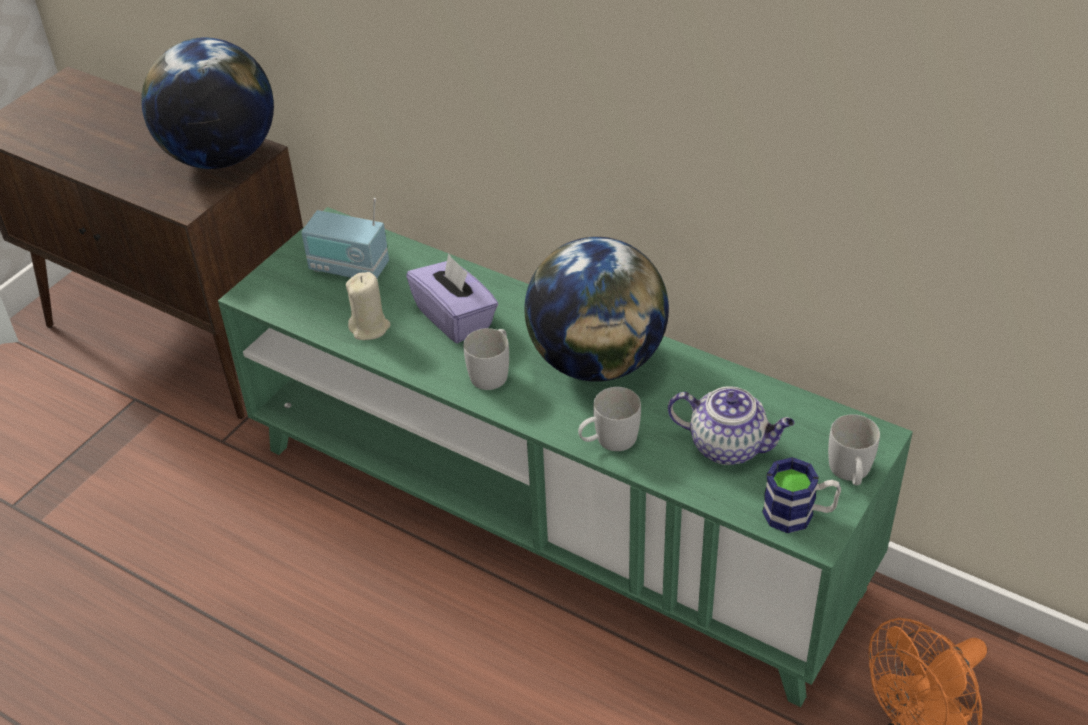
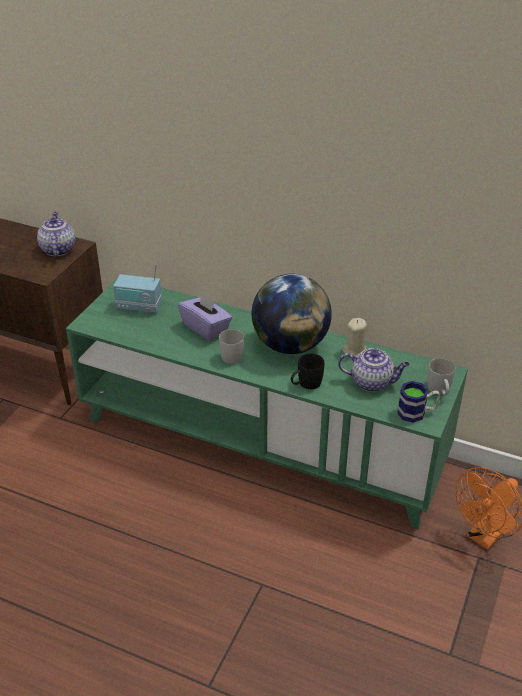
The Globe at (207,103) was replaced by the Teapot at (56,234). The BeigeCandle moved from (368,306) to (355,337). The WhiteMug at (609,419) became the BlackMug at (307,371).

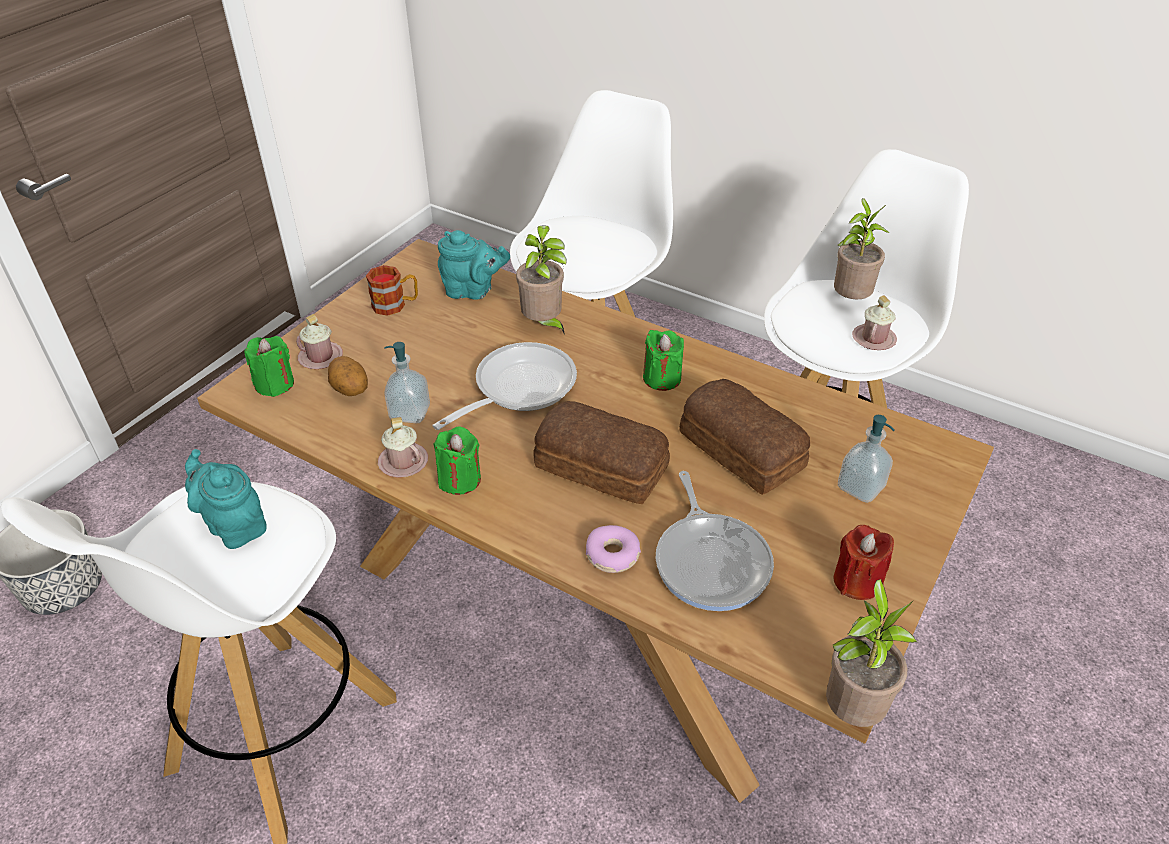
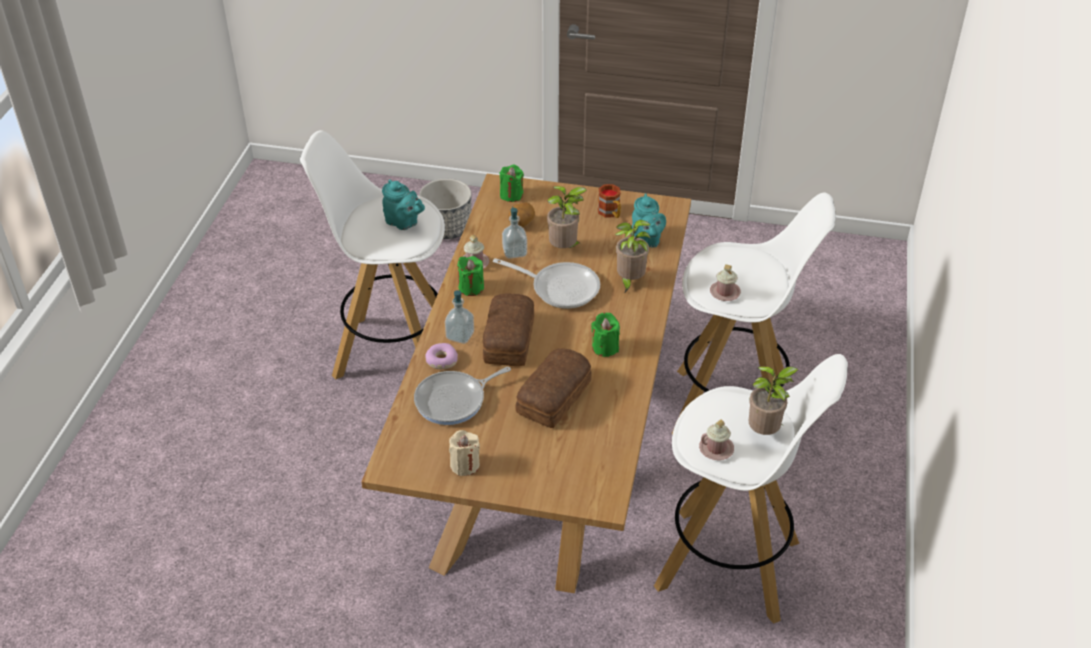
The PinkMug moved from (319,341) to (725,282). The SoapDispenser moved from (866,459) to (459,317). The TurquoiseTeapot at (226,499) turned 105 degrees clockwise. The RedCandle at (864,562) became the BeigeCandle at (464,453). The PottedPlant moved from (871,653) to (567,217).

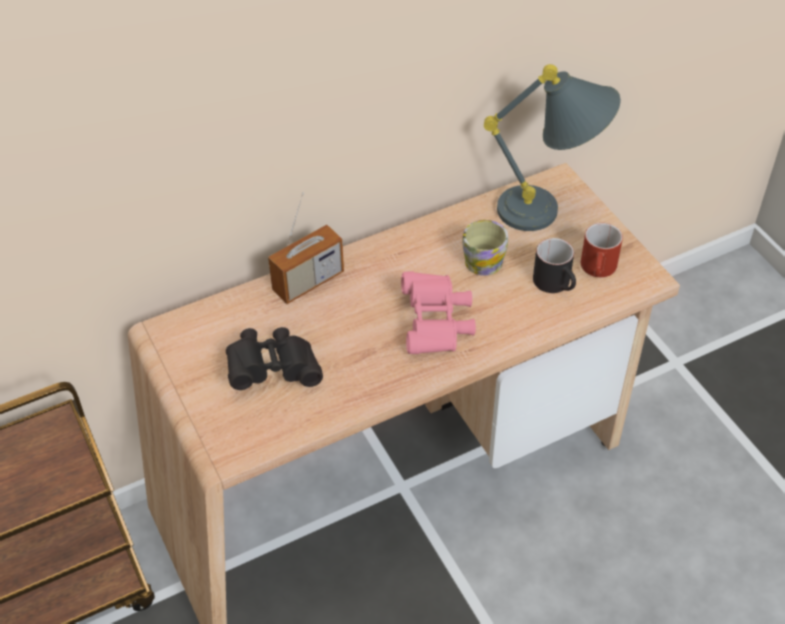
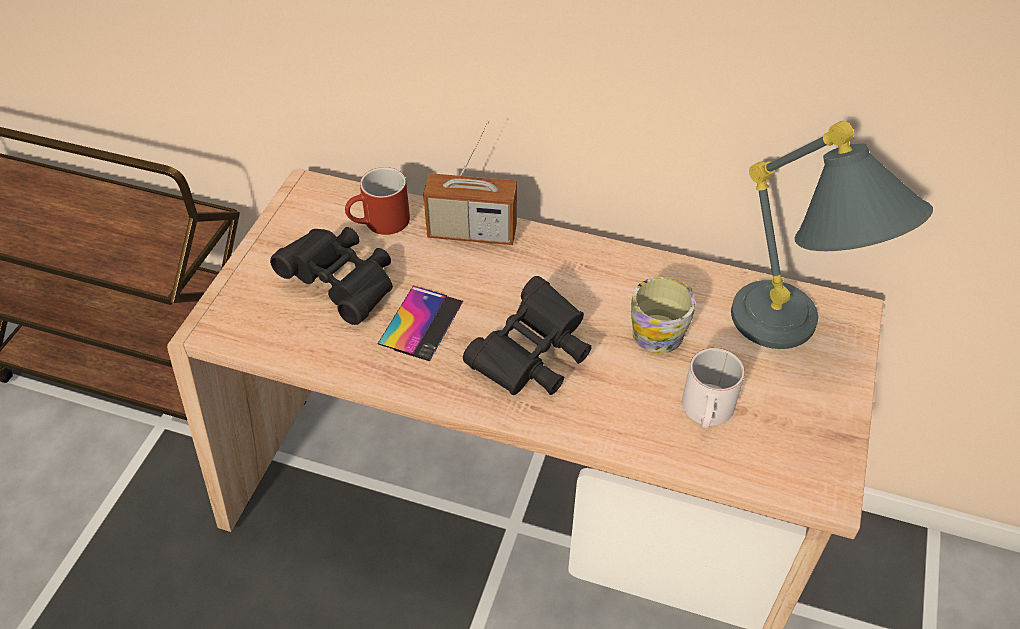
The RedMug moved from (602,250) to (377,201). The BlackMug at (554,265) became the WhiteMug at (713,388). The PinkBinoculars at (438,312) became the BlackBinoculars at (527,335). The Phone at (420,323) appeared.

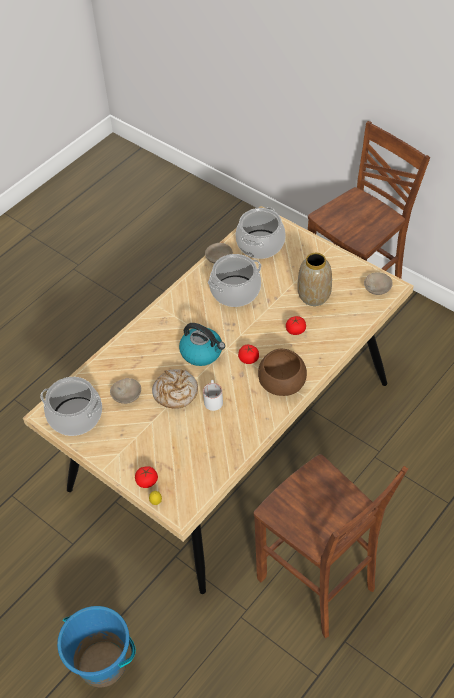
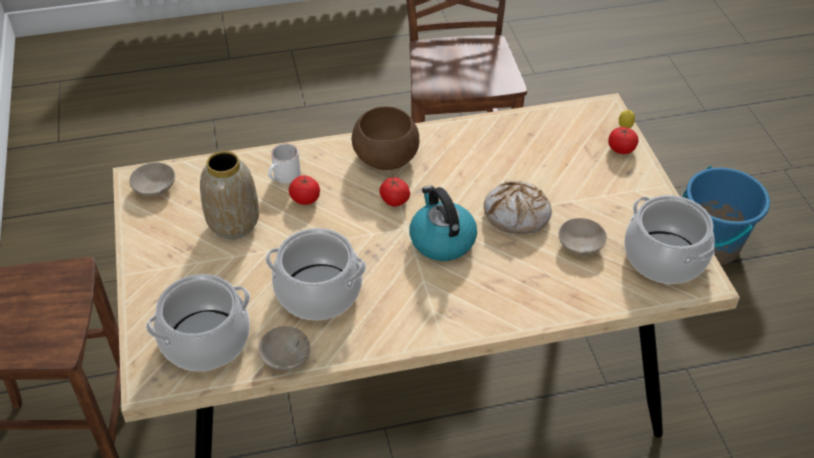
The WhiteMug moved from (213,395) to (284,164).

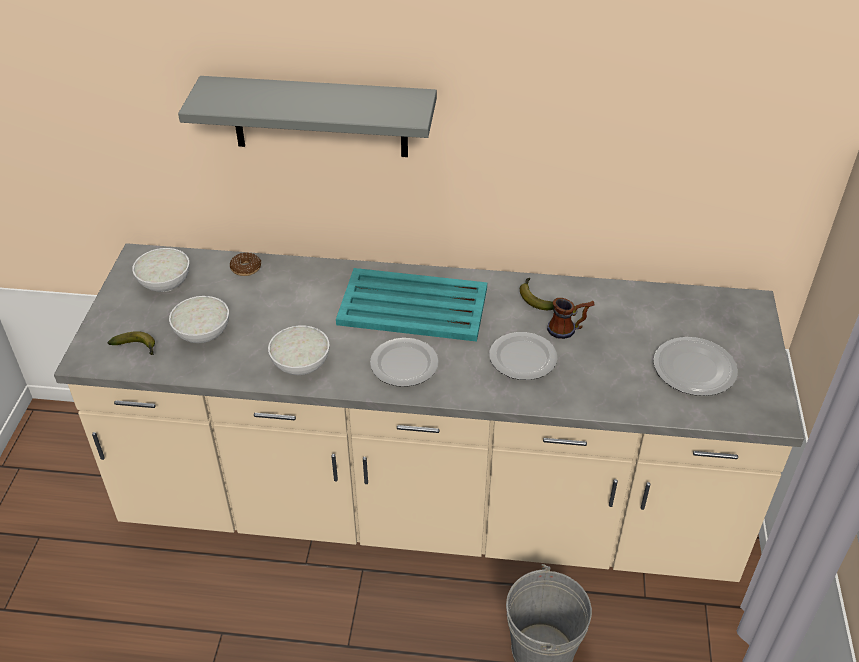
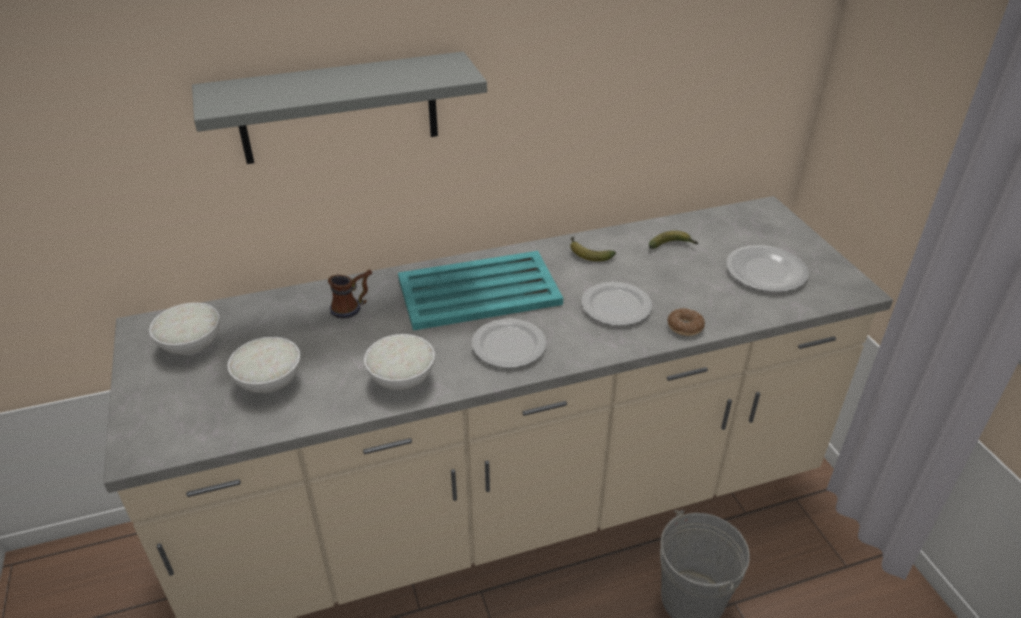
The Donut moved from (245,264) to (686,322). The Mug moved from (571,318) to (350,294). The Banana moved from (131,343) to (673,240).

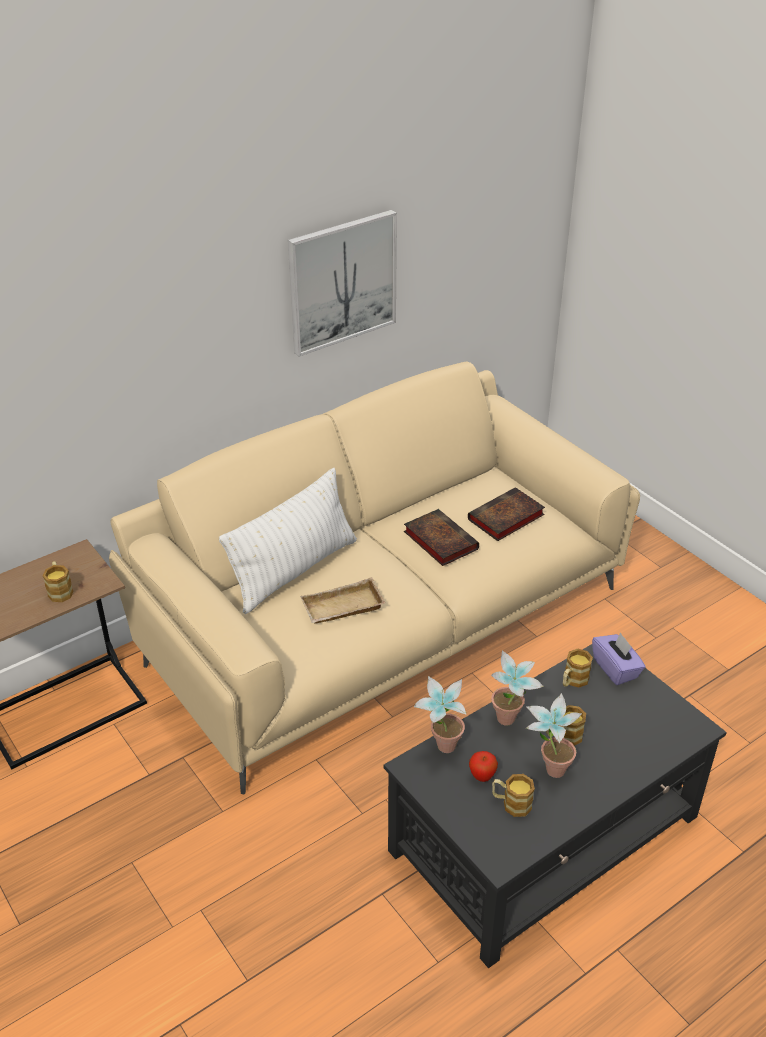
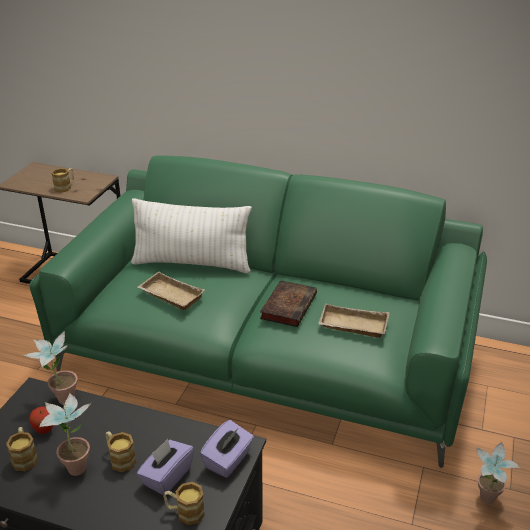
The Picture at (342,283) disappeared. The BeigeSofa at (374,577) became the GreenSofa at (258,312). The Book at (506,514) was replaced by the BeigeTray at (353,320). The Mug moved from (578,668) to (184,503). The PottedPlant moved from (517,688) to (498,472). The PurpleTissueBox at (165,467) appeared.

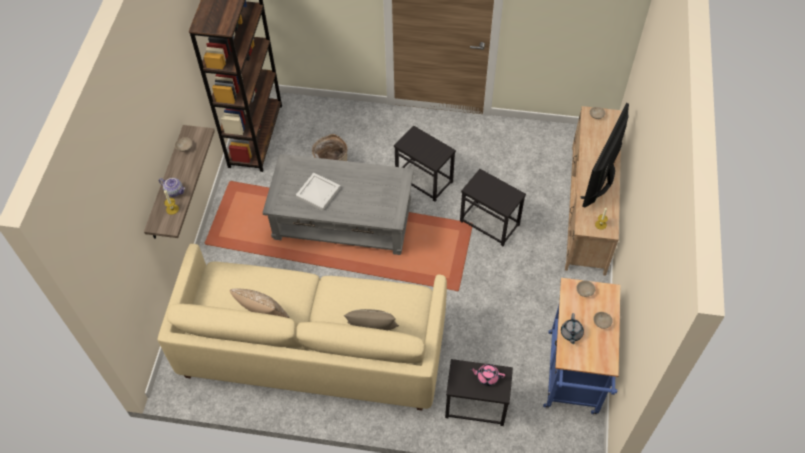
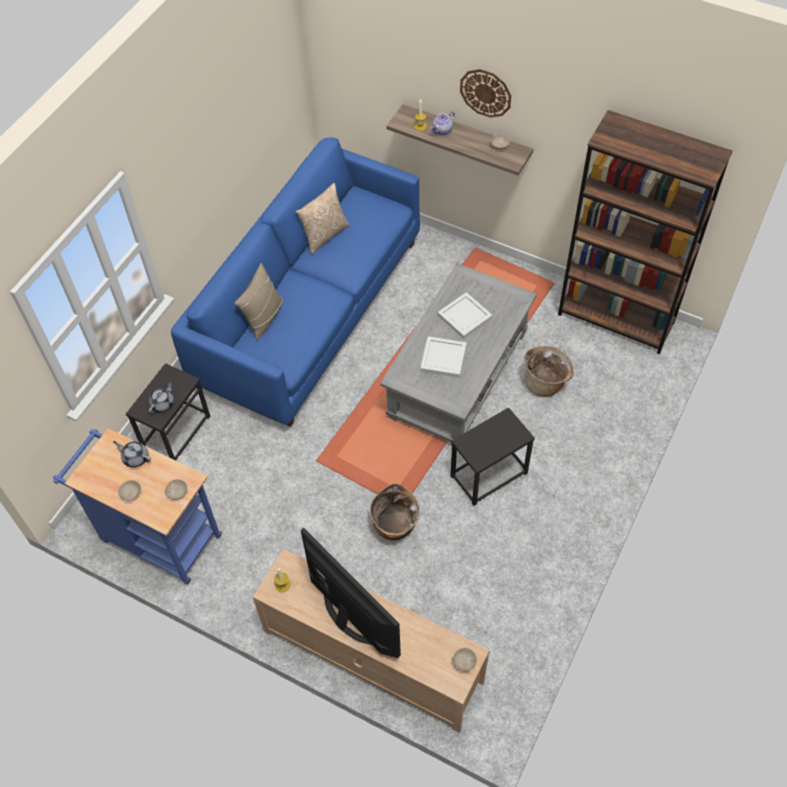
The BlackSideTable at (493,207) was replaced by the Basket at (395,512). The BeigeSofa at (302,327) became the BlueSofa at (295,282). The PinkTeapot at (487,375) became the GreyTeapot at (161,396). The WallClock at (485,93) appeared. The WhiteTray at (443,357) appeared.

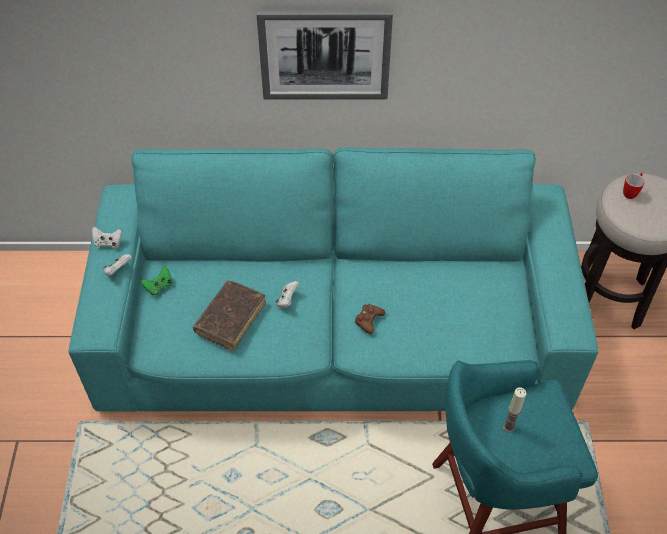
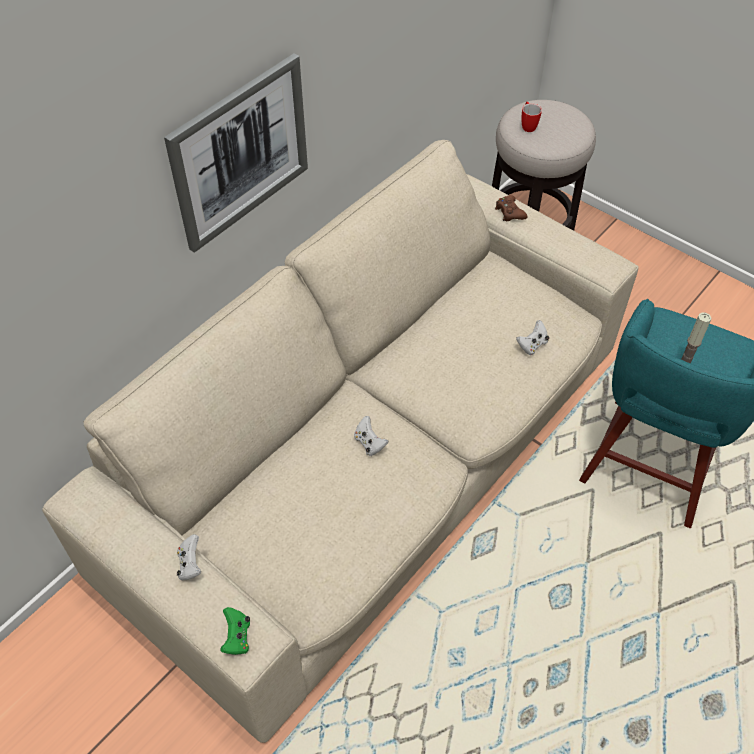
The TurquoiseSofa at (333,279) became the BeigeSofa at (340,441). The WhiteGameController moved from (107,237) to (532,337). The GreenGameController moved from (157,281) to (235,631). The BrownBook at (229,315) disappeared. The BrownGameController moved from (370,319) to (511,208).

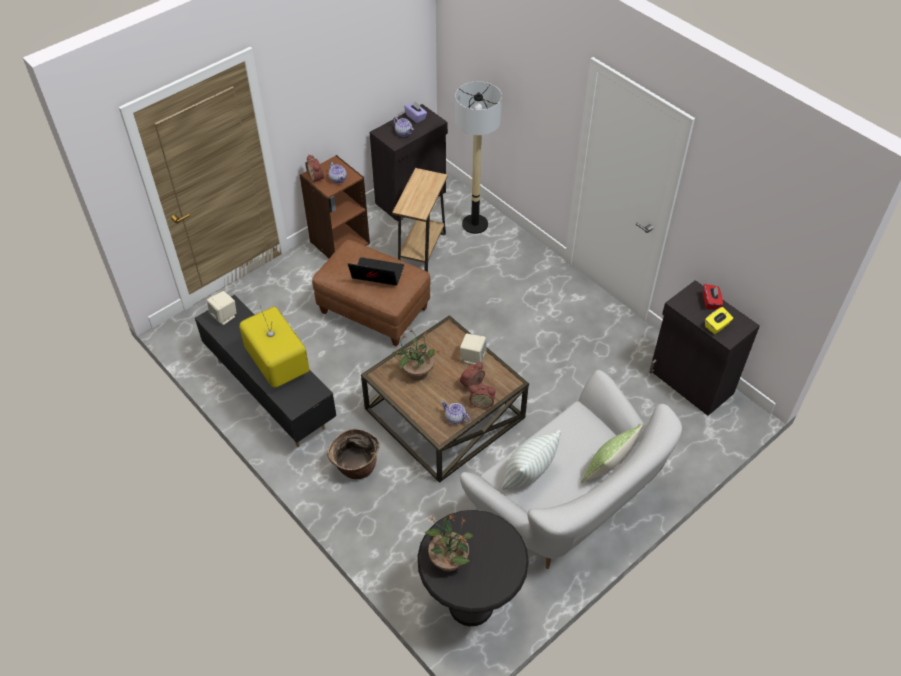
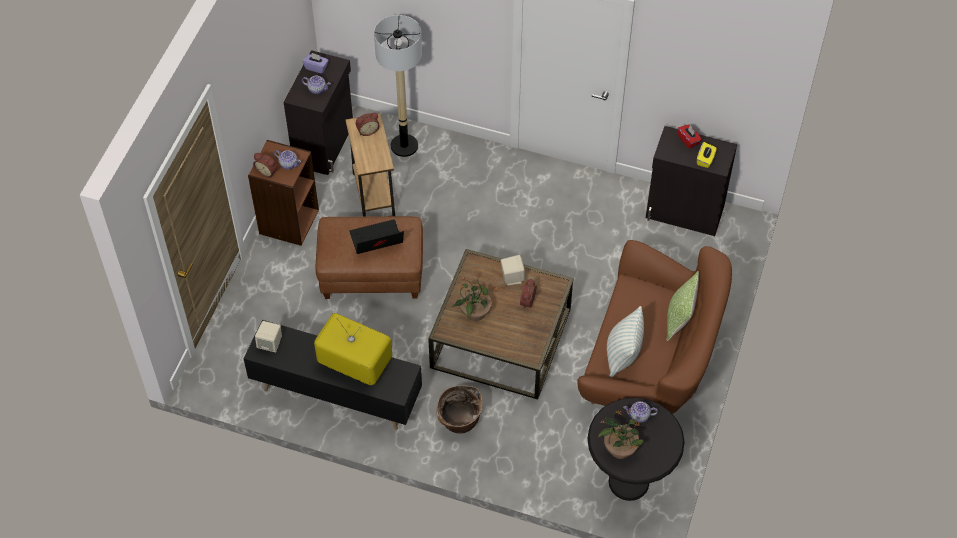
The WhiteSofa at (571,469) became the BrownSofa at (654,327). The AlarmClock moved from (483,396) to (368,124). The Teapot moved from (456,412) to (640,412).

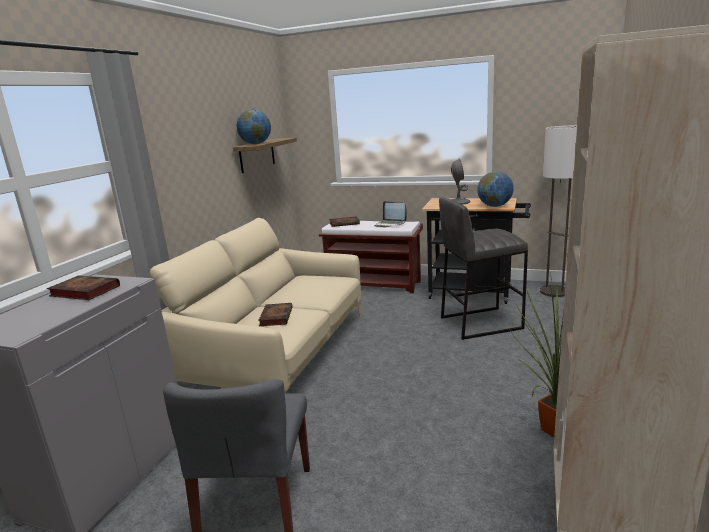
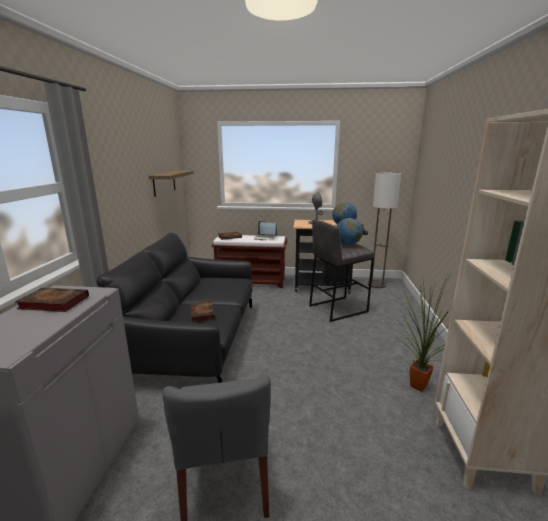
The Globe moved from (254,126) to (349,231). The BeigeSofa at (256,306) became the BlackSofa at (174,308).

